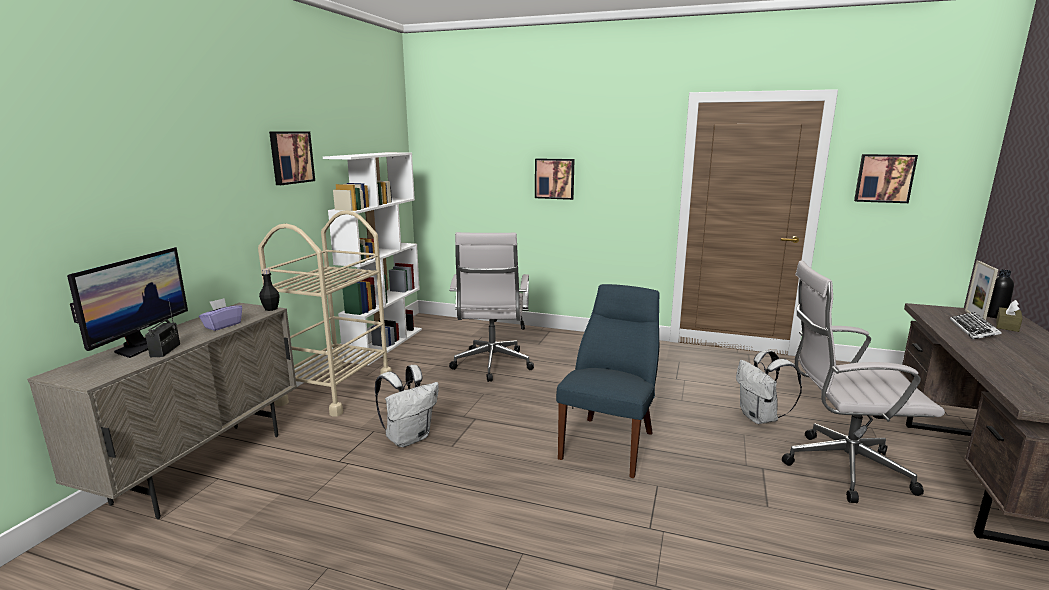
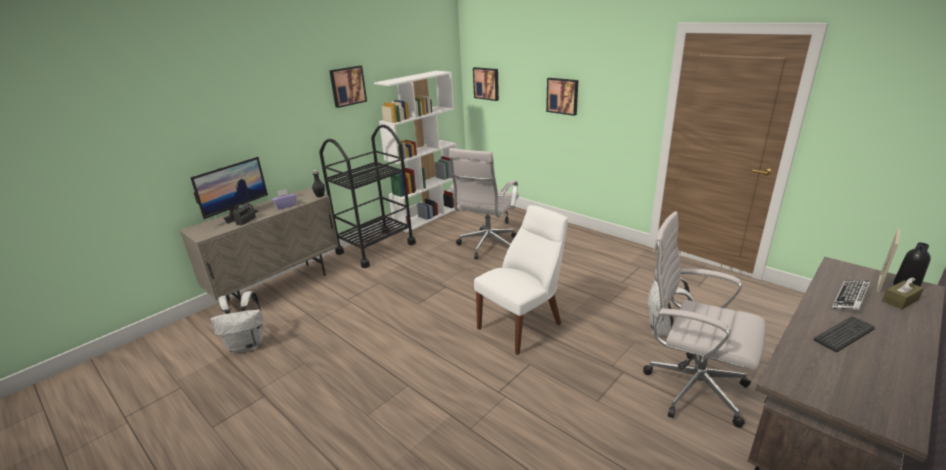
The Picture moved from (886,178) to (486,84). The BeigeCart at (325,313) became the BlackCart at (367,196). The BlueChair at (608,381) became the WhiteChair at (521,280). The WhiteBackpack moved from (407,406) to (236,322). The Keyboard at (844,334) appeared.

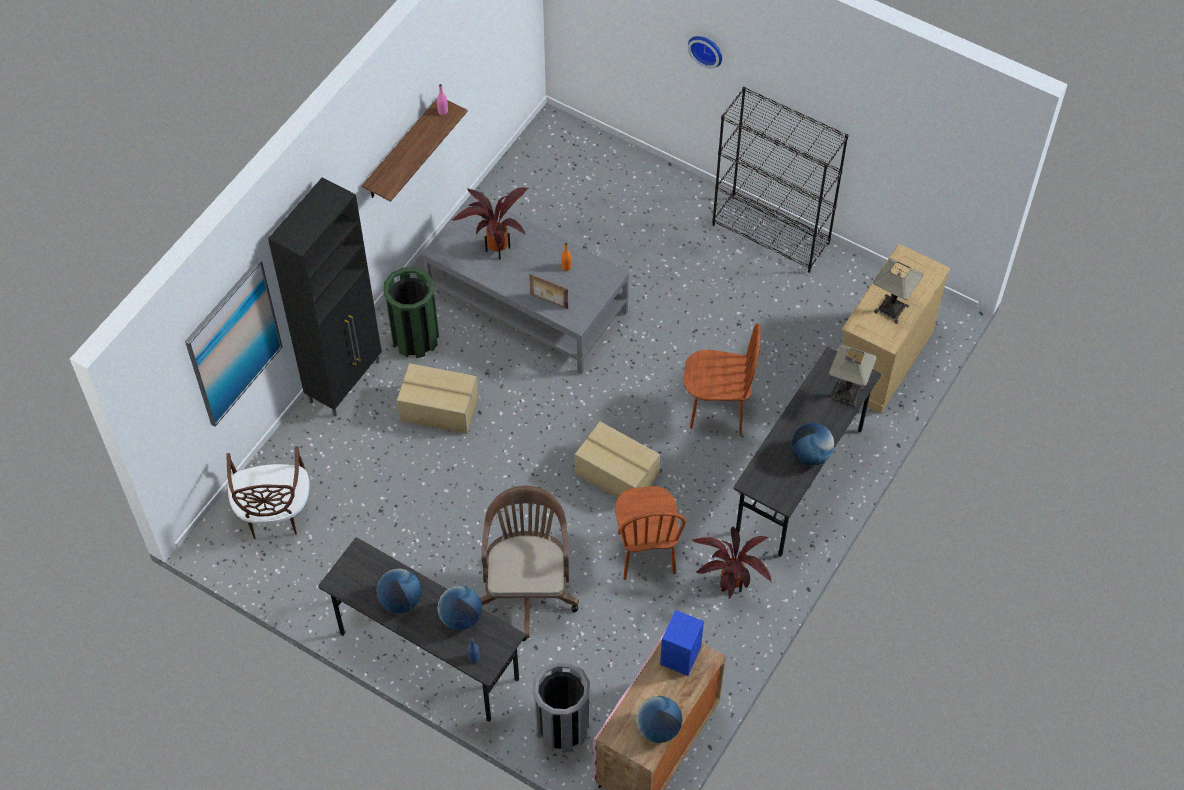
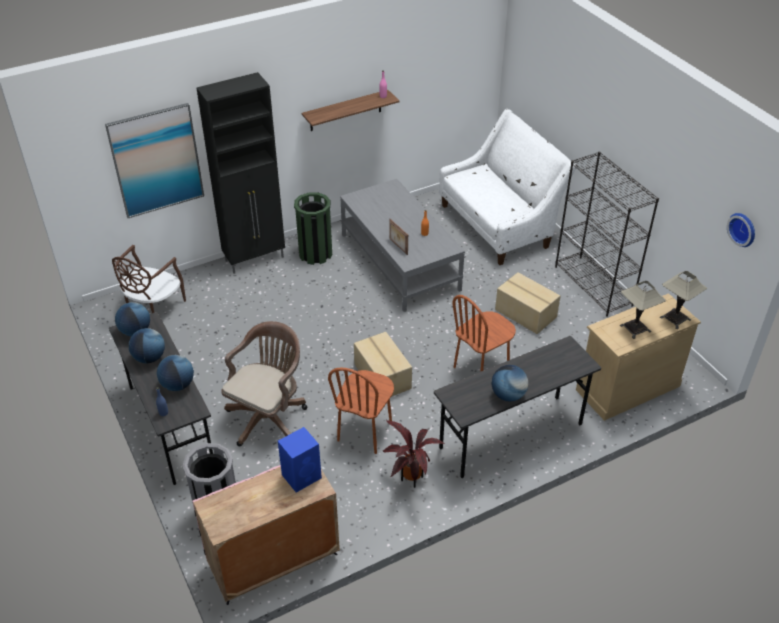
The WallClock moved from (705,52) to (741,230). The PottedPlant at (490,223) disappeared. The BrownChair at (722,379) turned 105 degrees clockwise. The TableLamp moved from (853,377) to (683,300). The CardboardBox moved from (438,398) to (527,303). The Globe moved from (659,719) to (132,319). The WhiteSofa at (508,187) appeared.

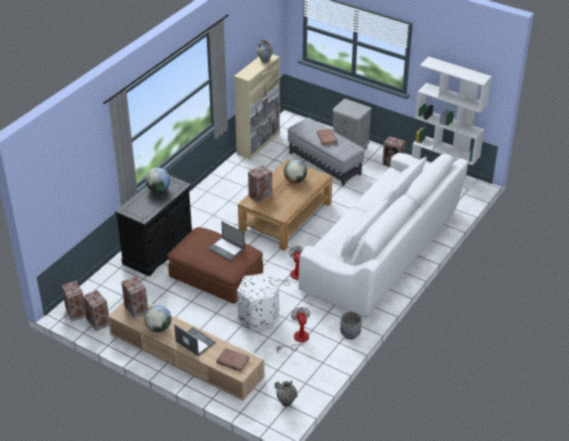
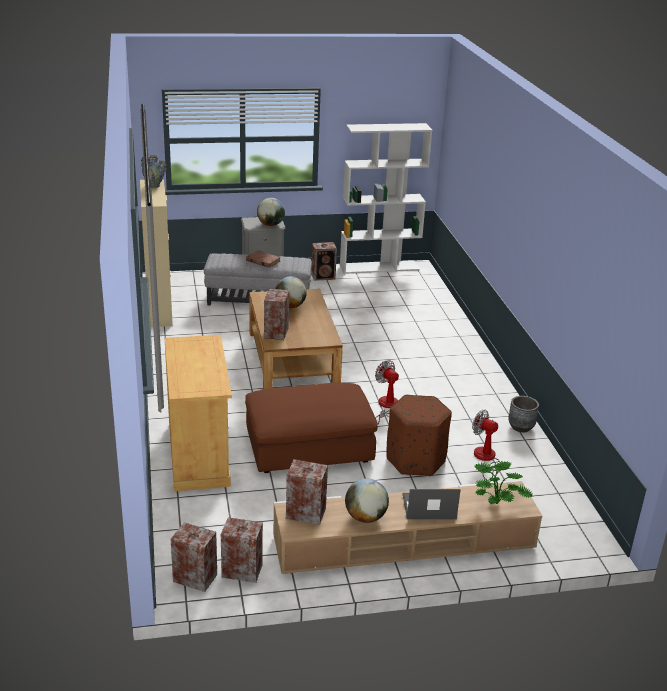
The WhiteSofa at (383,235) disappeared. The Globe moved from (157,179) to (271,212). The BlackCabinet at (153,226) became the BeigeCabinet at (198,413). The Laptop at (226,241) disappeared. The WhiteOttoman at (258,302) became the BrownOttoman at (419,435). The BrownBook at (233,360) was replaced by the PottedPlant at (503,482). The Vase at (286,394) disappeared.

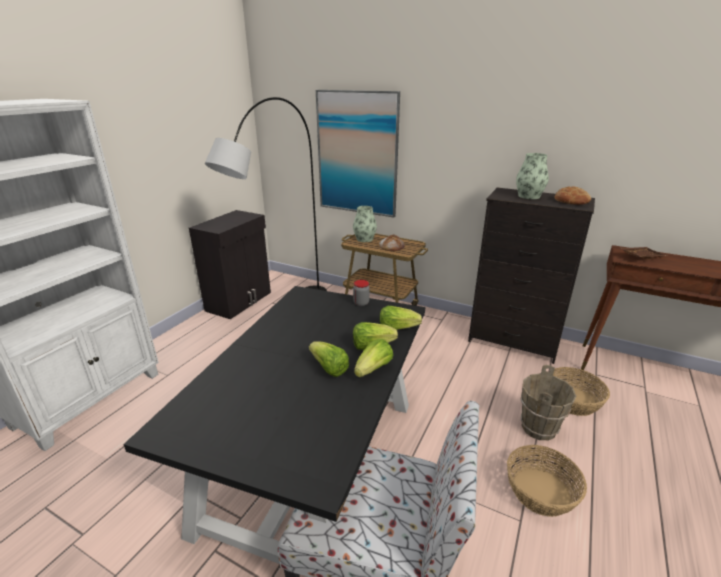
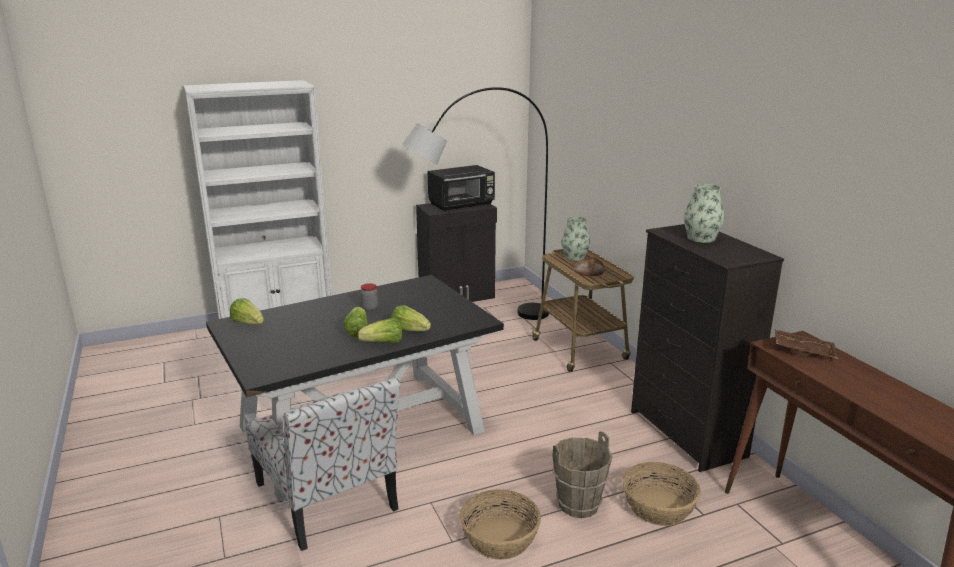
The Picture at (358,153) disappeared. The Bread at (573,195) disappeared. The Jar moved from (361,293) to (369,297). The Lettuce moved from (401,318) to (247,311). The BlackMicrowave at (461,188) appeared.

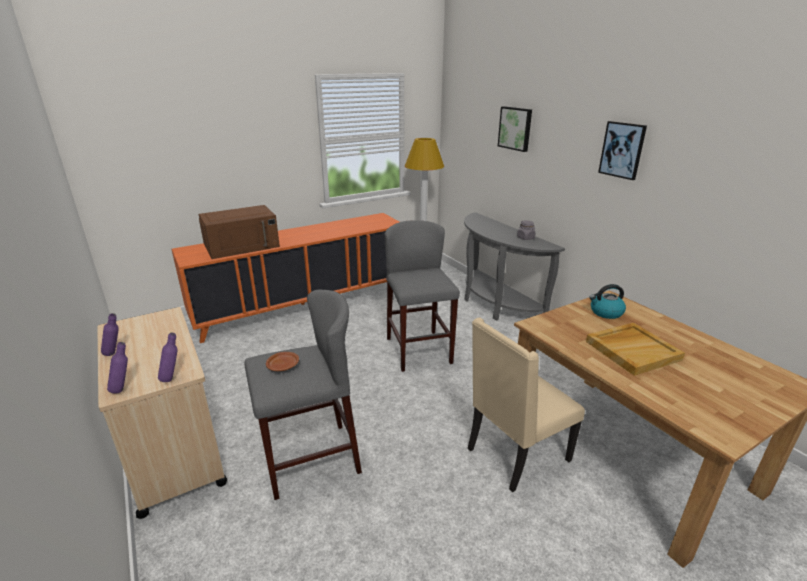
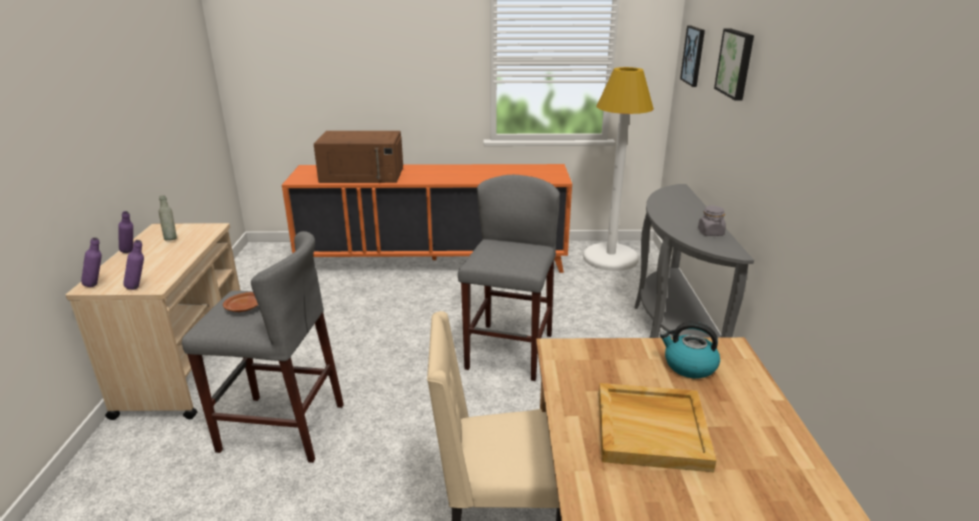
The Picture moved from (622,150) to (692,56). The GreyBottle at (167,218) appeared.

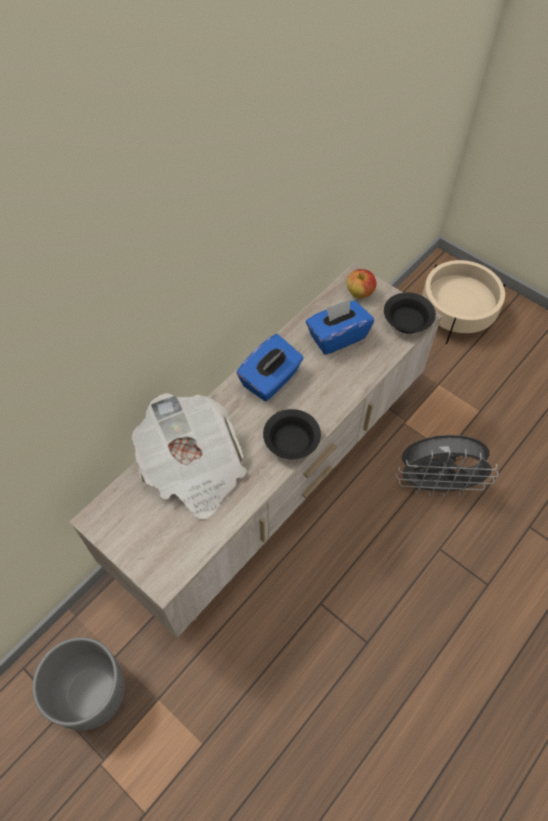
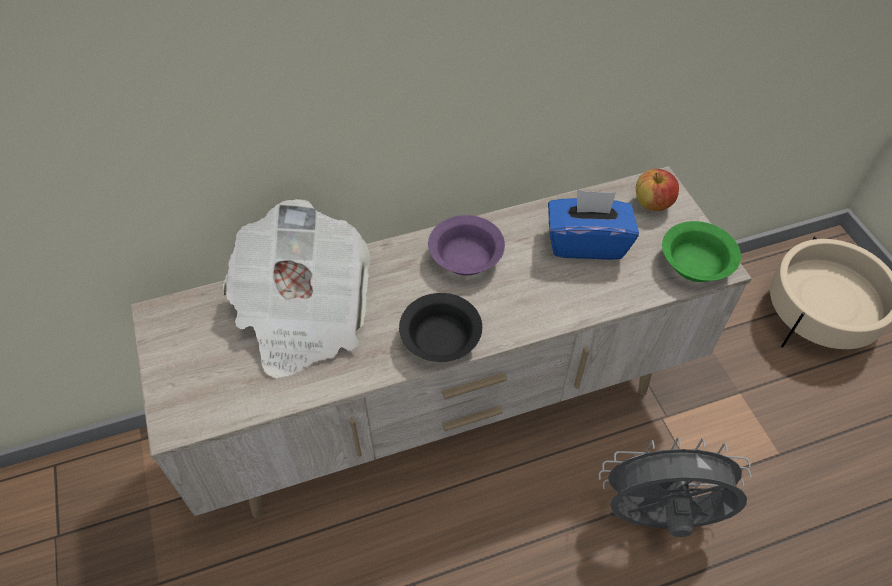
The BlackBowl at (410,313) became the GreenBowl at (701,251). The BlueTissueBox at (270,367) was replaced by the PurpleBowl at (466,245). The GreyFan at (447,466) turned 150 degrees clockwise. The GreyPlanter at (78,683) disappeared.

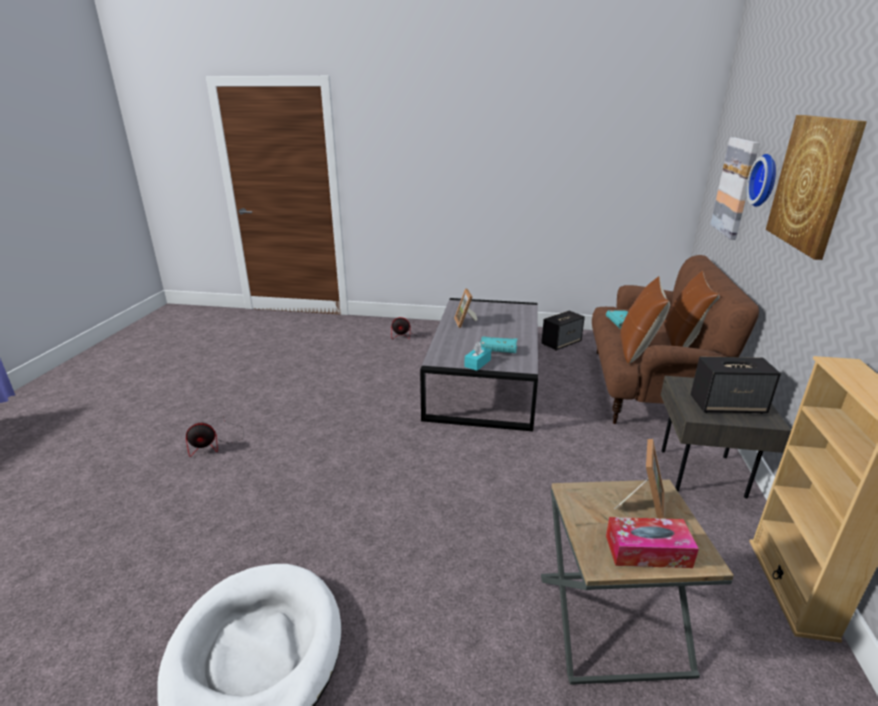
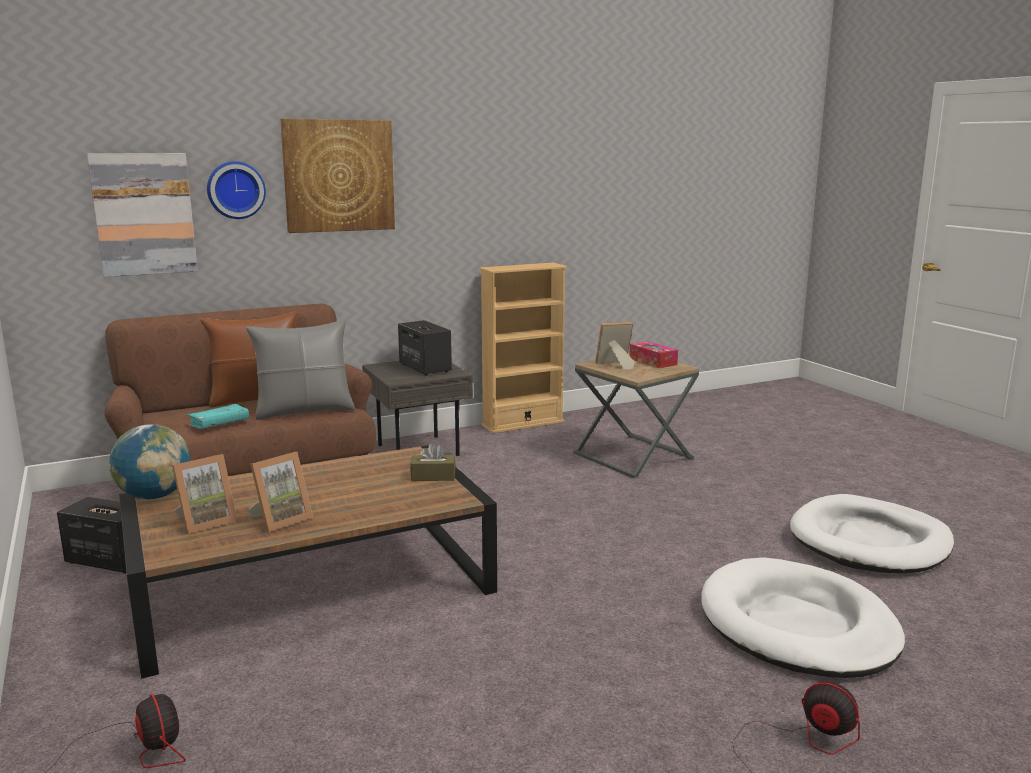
The BrownPillow at (645,320) became the GreyPillow at (300,369). The GreyCoffeeTable at (479,364) became the BrownCoffeeTable at (308,562). The TurquoiseBook at (498,344) disappeared. The TurquoiseTissueBox at (477,356) became the BrownTissueBox at (433,461). The Globe at (149,461) appeared. The PictureFrame at (205,494) appeared. The WhiteDogBed at (803,617) appeared.

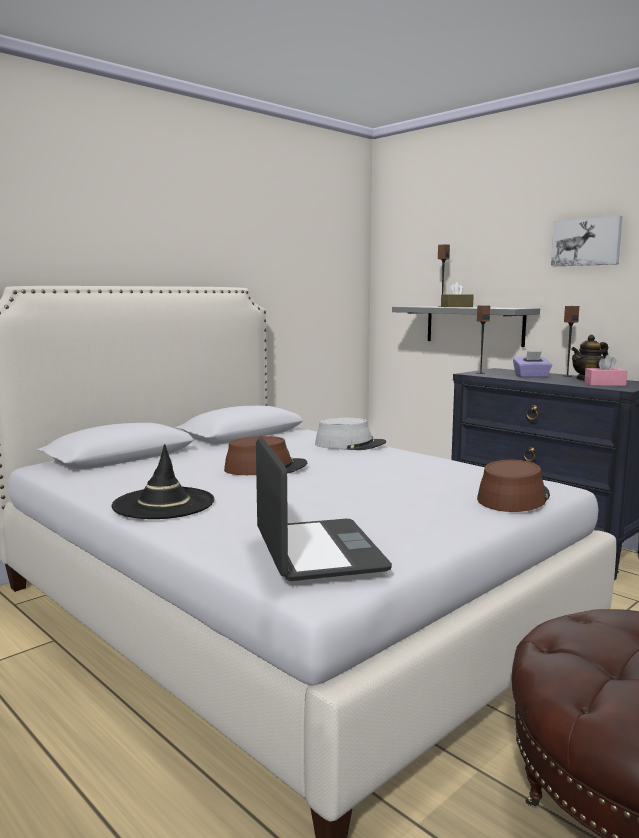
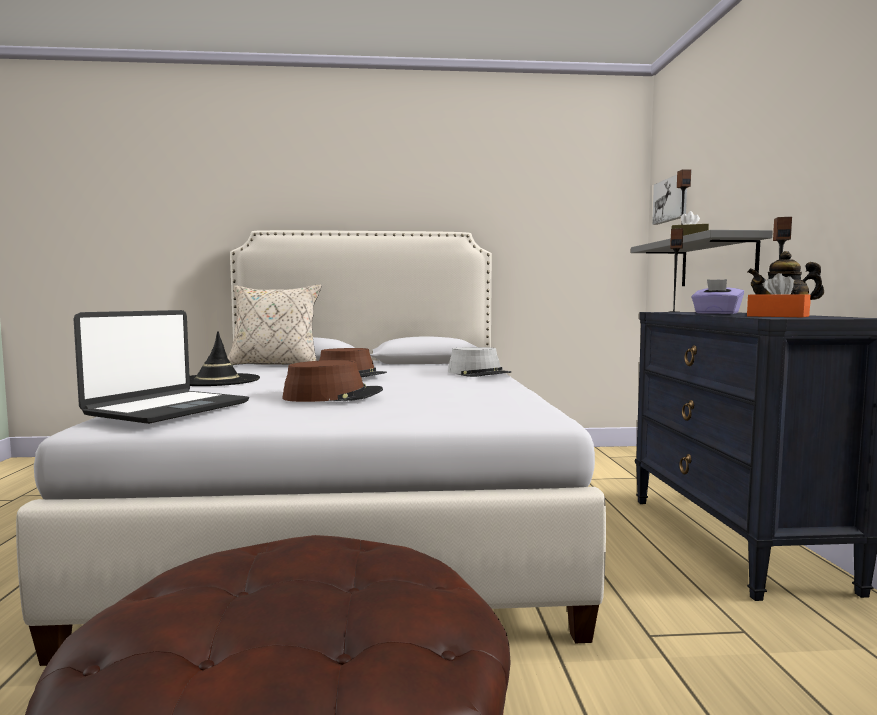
The Picture moved from (587,241) to (669,200). The PinkTissueBox at (605,370) became the OrangeTissueBox at (779,295). The BrownHat moved from (513,486) to (332,381). The BeigePillow at (274,324) appeared.

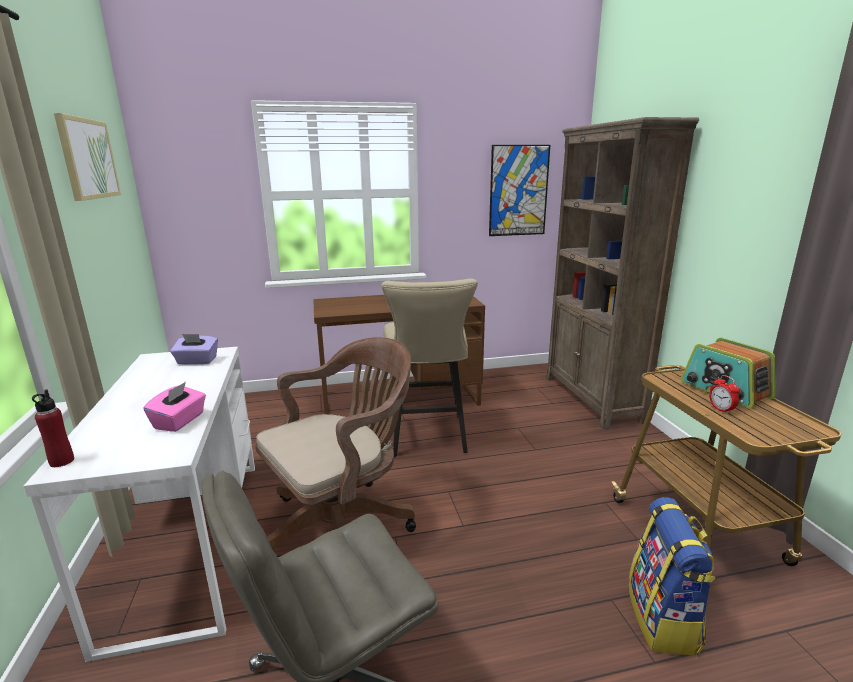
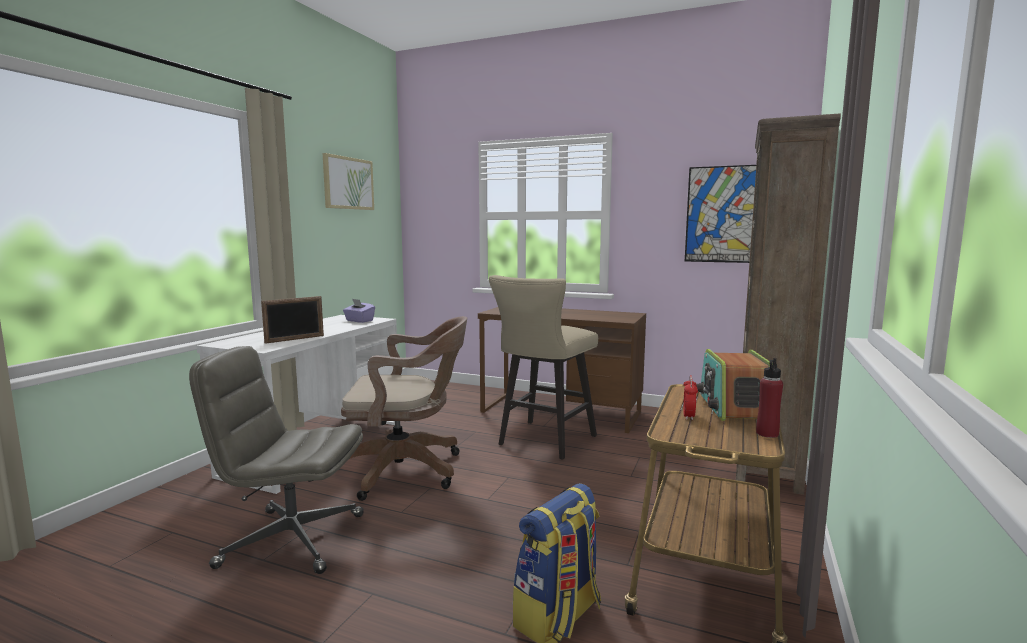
The PinkTissueBox at (174,407) was replaced by the PictureFrame at (292,320). The RedBottle moved from (53,428) to (769,398).

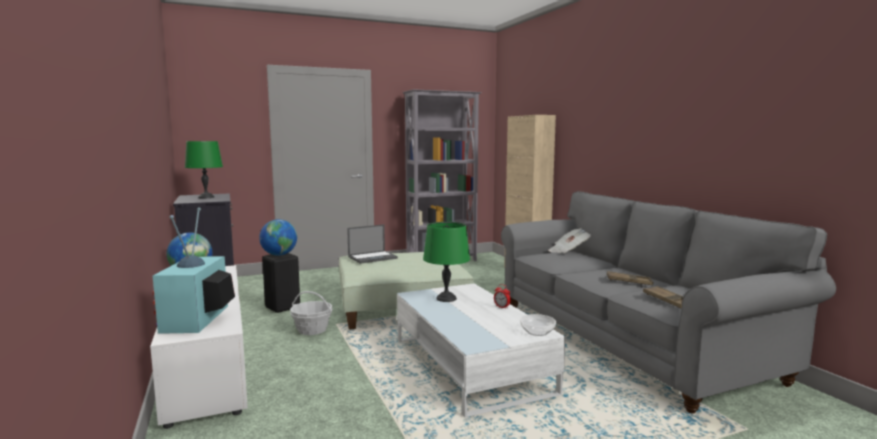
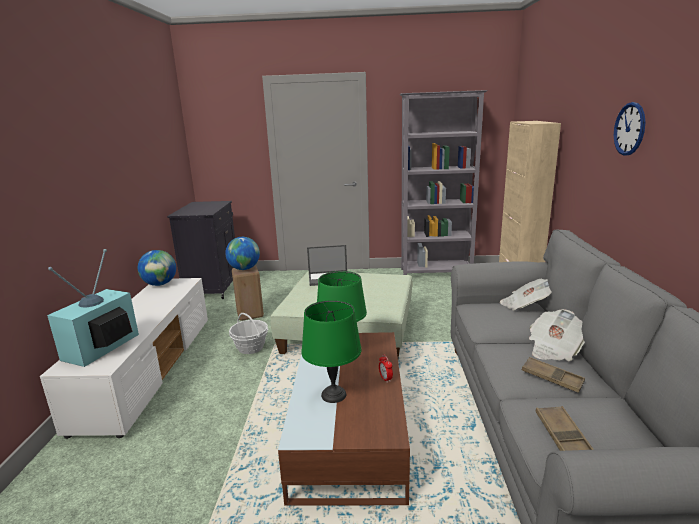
The GreenTableLamp moved from (204,170) to (331,351). The BlackStool at (281,283) became the BeigeStool at (248,293). The WhiteCoffeeTable at (481,350) became the BrownCoffeeTable at (344,419). The Bowl at (538,325) disappeared. The WallClock at (629,129) appeared. The Newspaper at (557,335) appeared.

